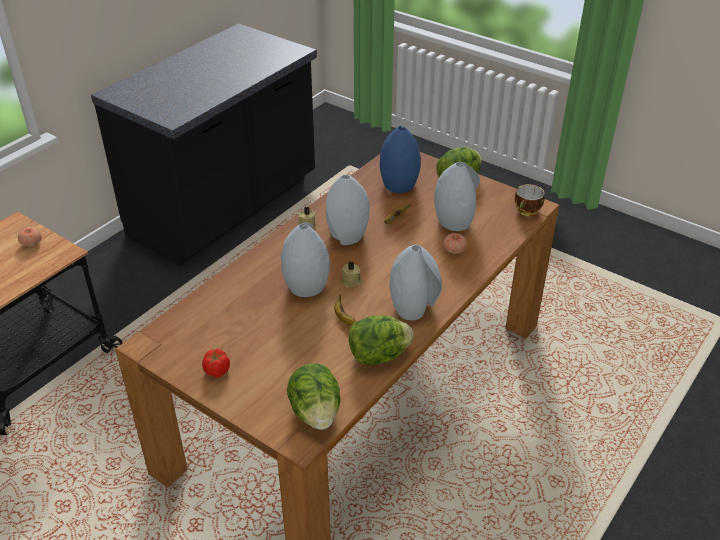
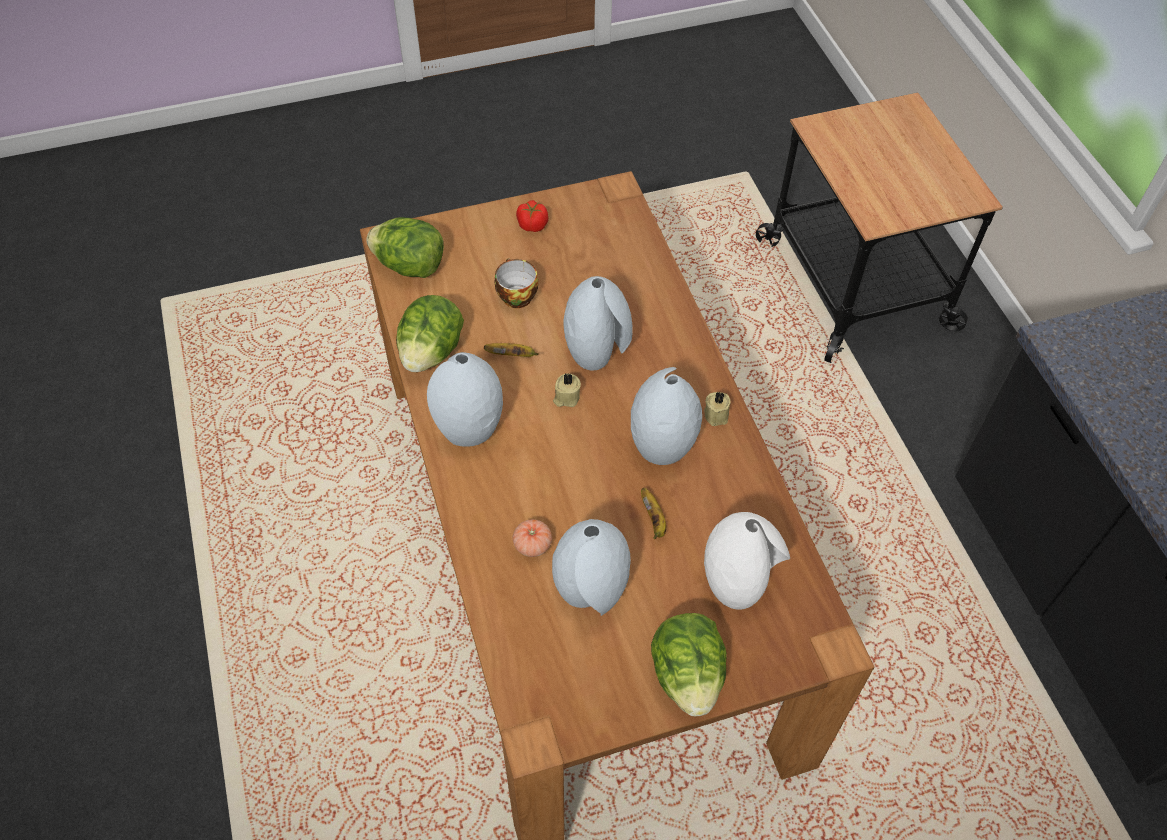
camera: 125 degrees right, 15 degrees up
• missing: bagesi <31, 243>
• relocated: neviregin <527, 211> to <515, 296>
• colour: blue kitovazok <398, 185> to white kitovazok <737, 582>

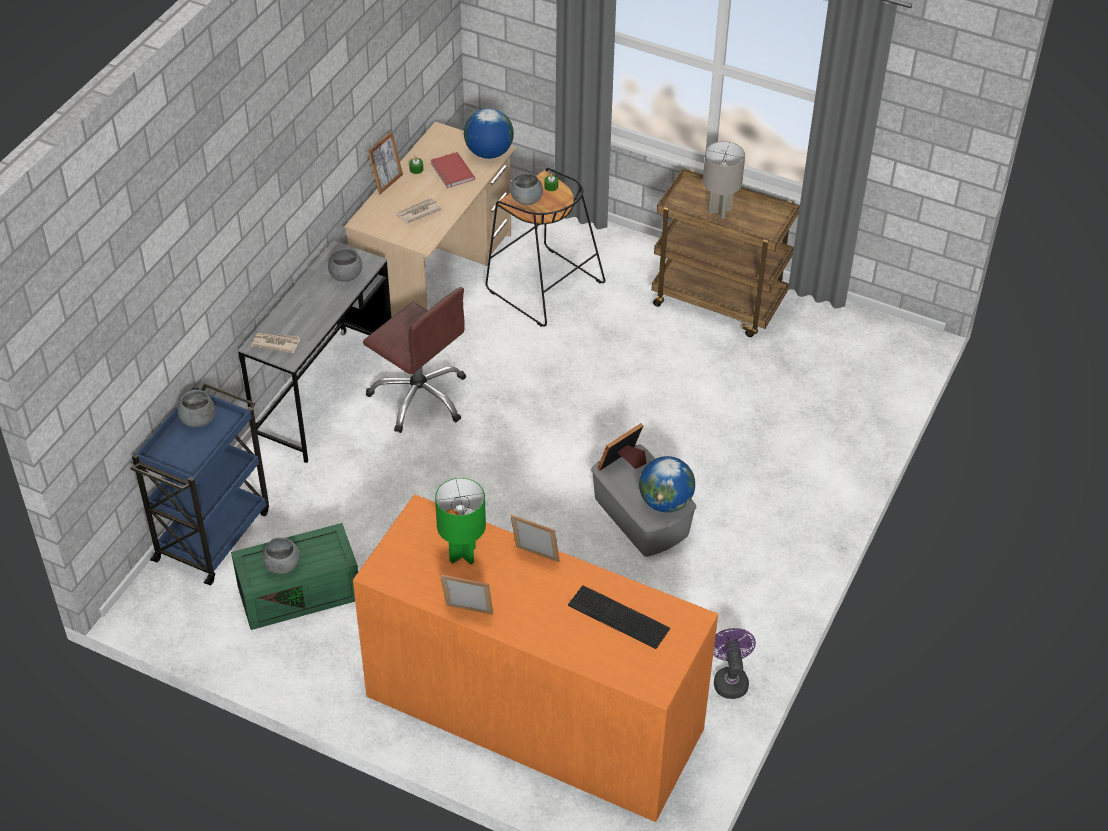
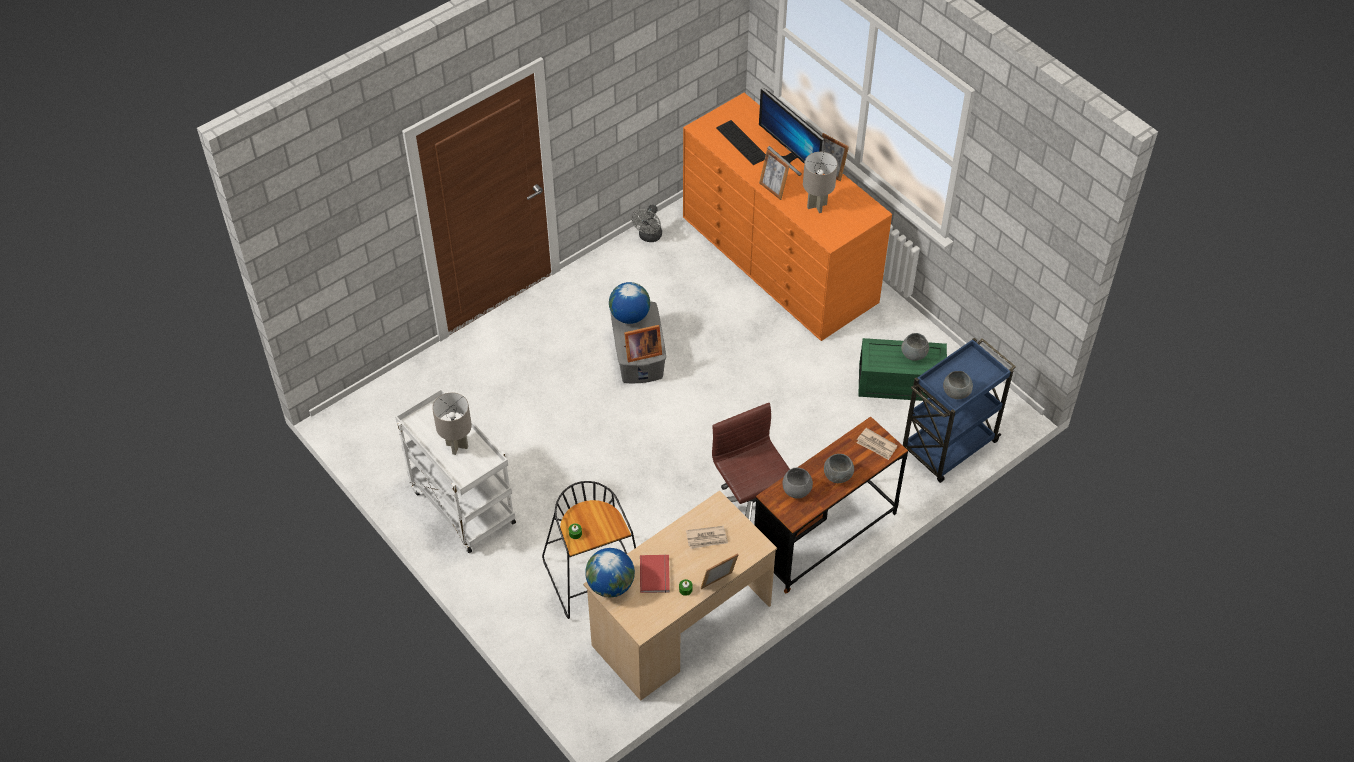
camera: 155 degrees left, 5 degrees up
• appeared: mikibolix <790, 157>
• relocated: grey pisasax <526, 199> to <837, 475>
• colour: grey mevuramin <325, 395> to brown mevuramin <824, 536>
• colour: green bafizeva <462, 554> to grey bafizeva <816, 206>
• colour: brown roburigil <719, 302> to white roburigil <461, 506>
• colour: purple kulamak <729, 679> to grey kulamak <649, 237>

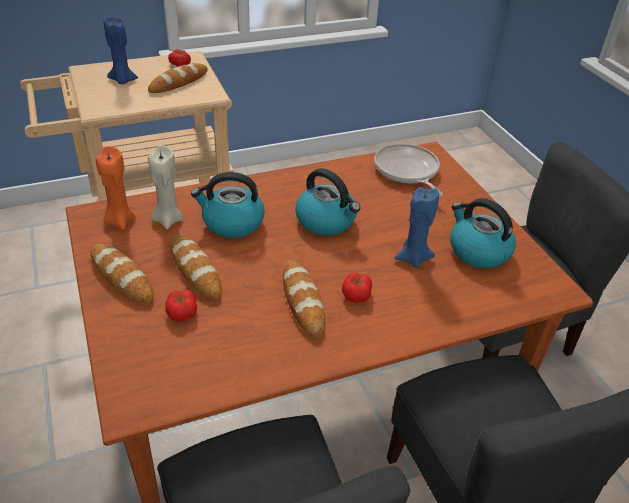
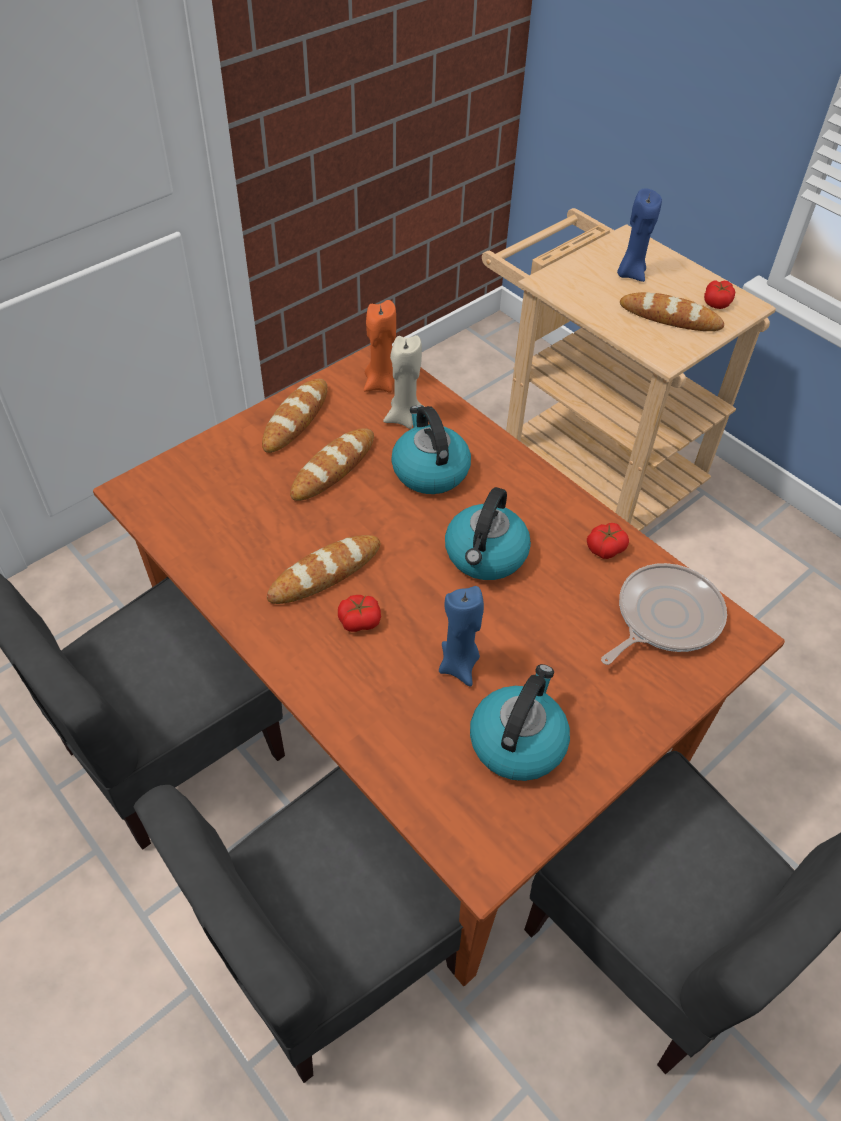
camera: 70 degrees right, 10 degrees up
• relocated: bagesi <182, 312> to <605, 548>

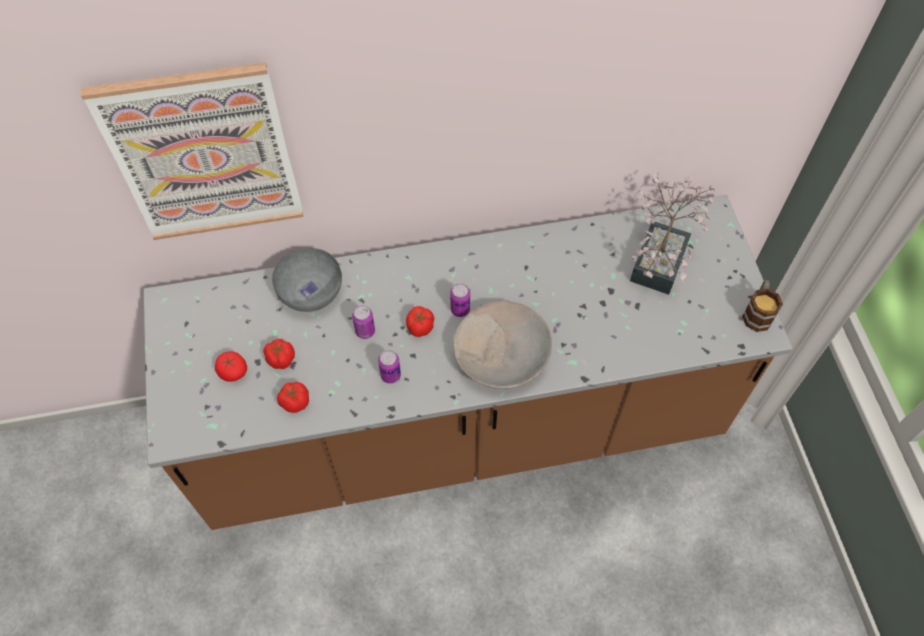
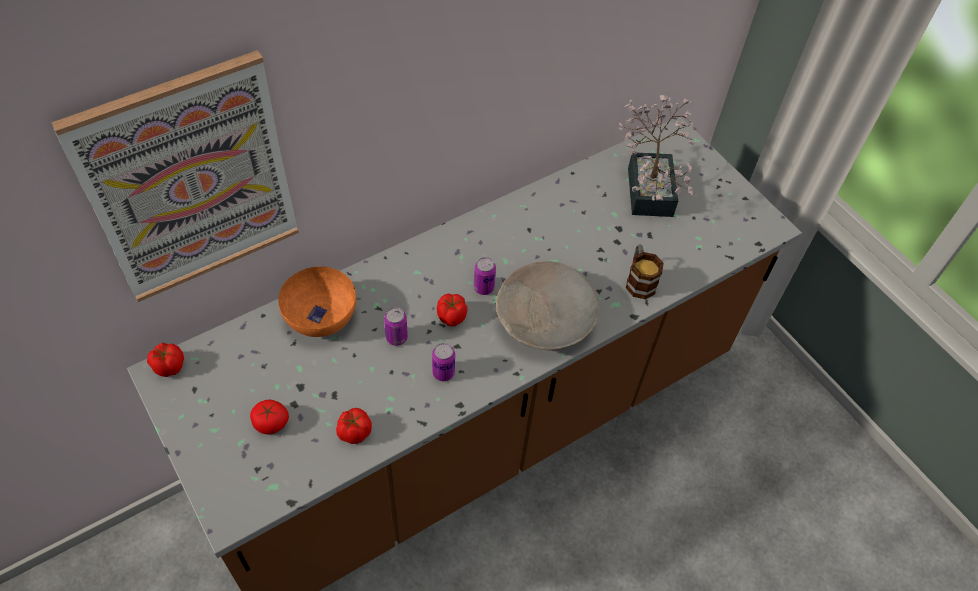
camera: 25 degrees left, 5 degrees down
• relocated: bagesi <280, 359> to <168, 366>
• relocated: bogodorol <757, 313> to <639, 280>
• colour: grey pisasax <310, 293> to orange pisasax <320, 317>

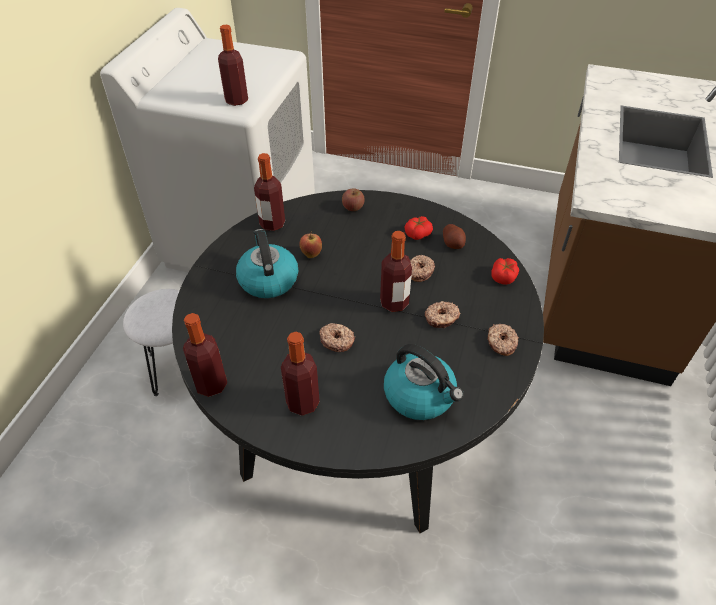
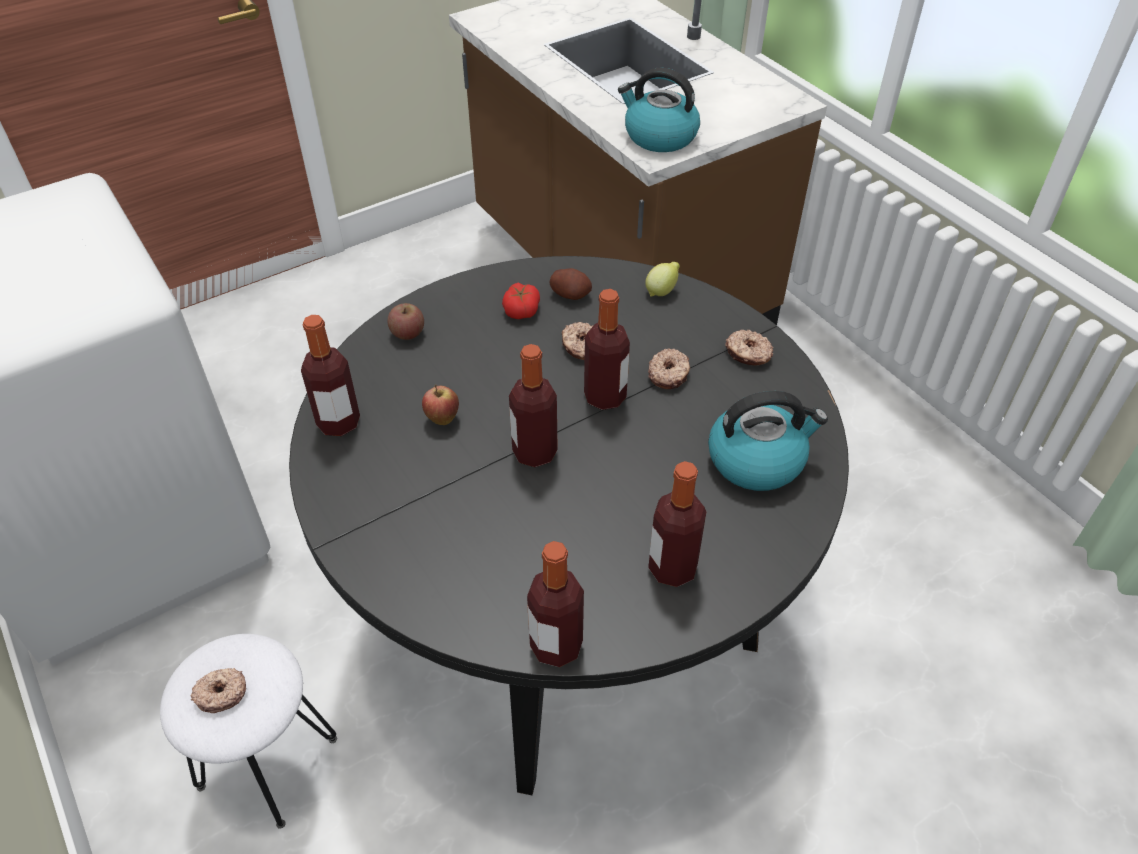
camera: 50 degrees left, 0 degrees up
• relocated: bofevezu <236, 100> to <534, 452>
• relocated: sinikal <268, 279> to <659, 136>
• relocated: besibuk <337, 340> to <221, 693>
• exchanged: bagesi <503, 277> to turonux <662, 291>

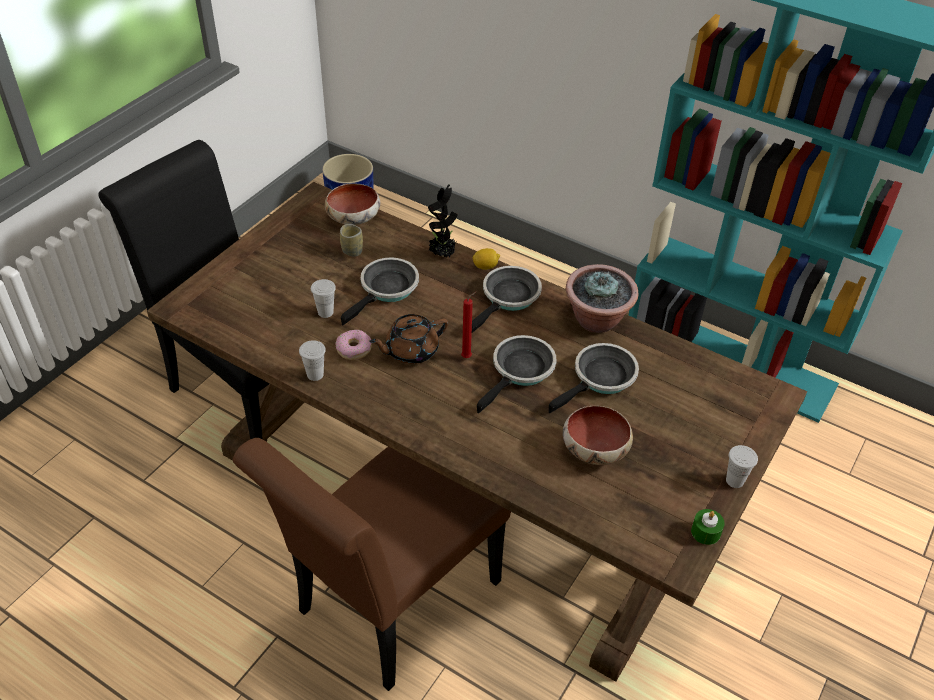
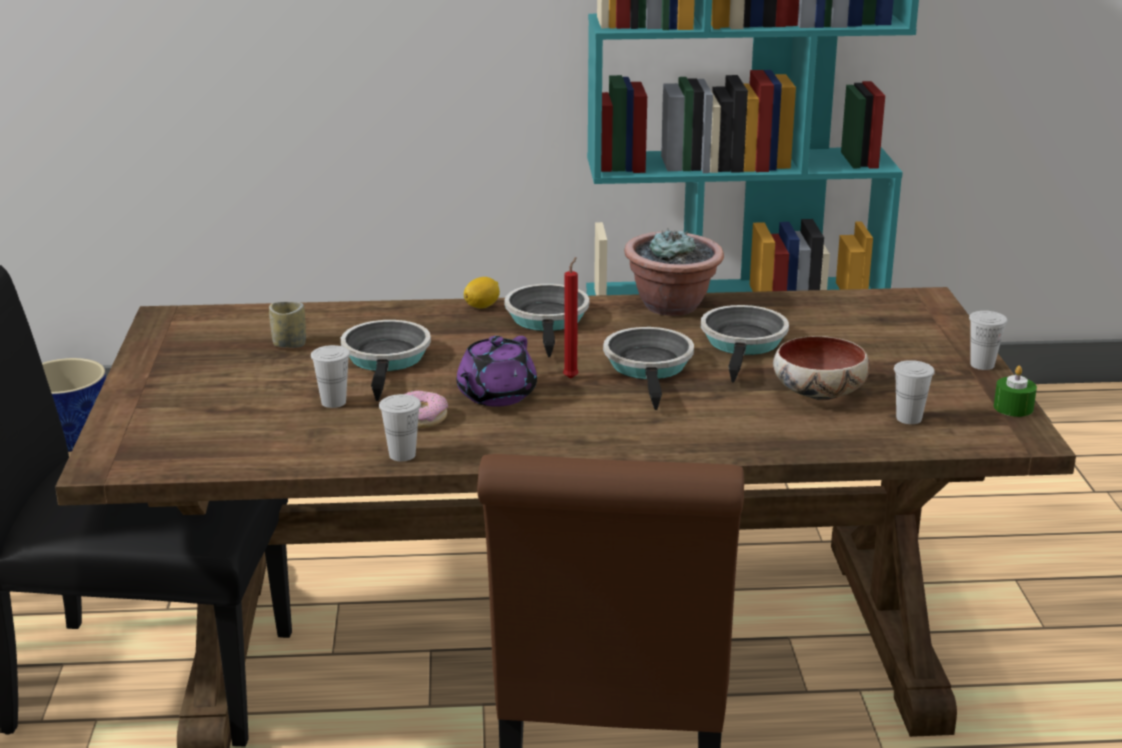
camera: 35 degrees left, 20 degrees down
• missing: pisasax <354, 218>
• missing: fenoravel <443, 254>
• appeared: white neviregin <908, 418>
• colour: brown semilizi <410, 351> to purple semilizi <495, 396>

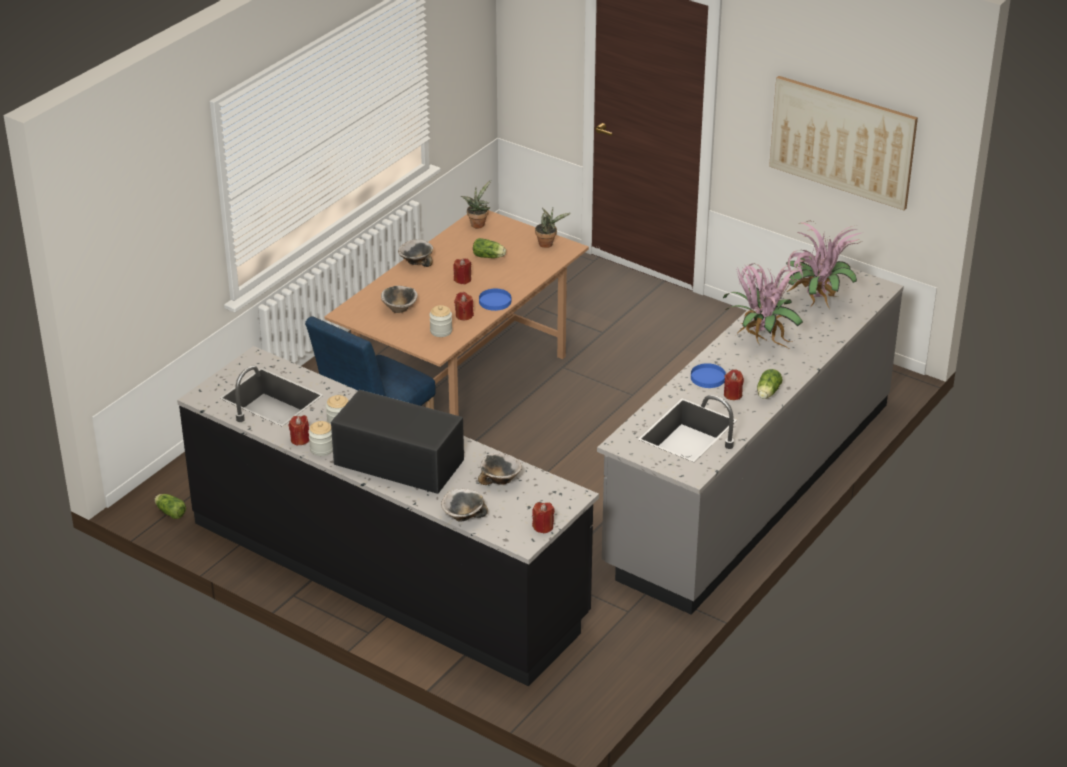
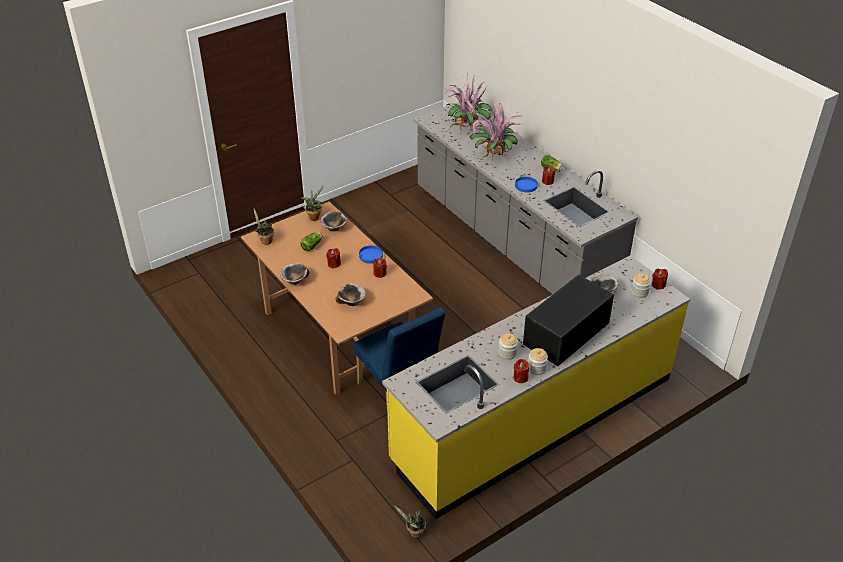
camera: 70 degrees left, 5 degrees up
• missing: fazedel <842, 141>
• relocated: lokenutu <441, 331> to <639, 292>
• relocated: pisasax <463, 516> to <334, 228>
• exchanged: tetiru <170, 512> to fenoravel <414, 533>
• colour: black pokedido <388, 570> to yellow pokedido <533, 419>

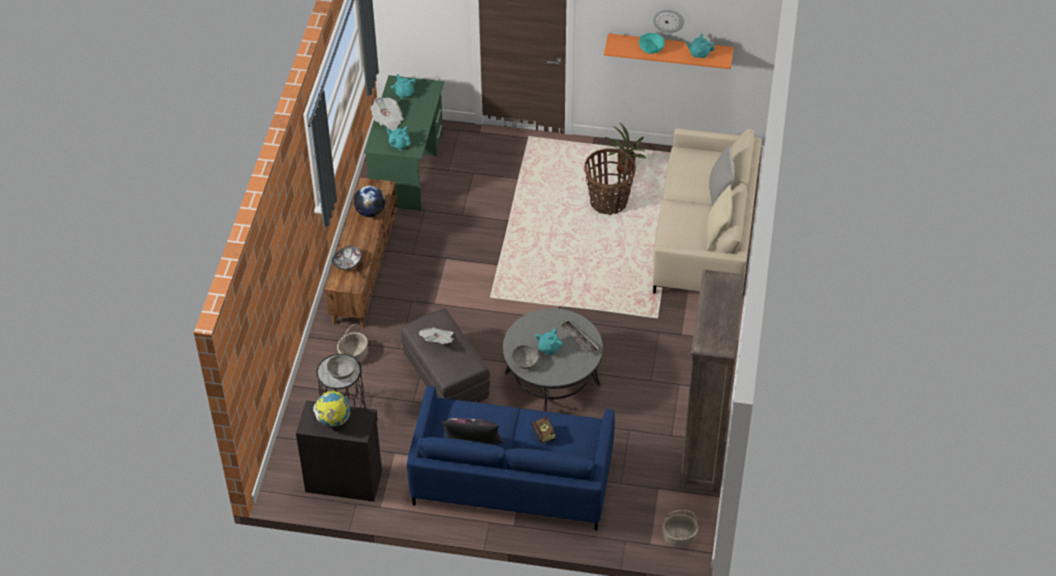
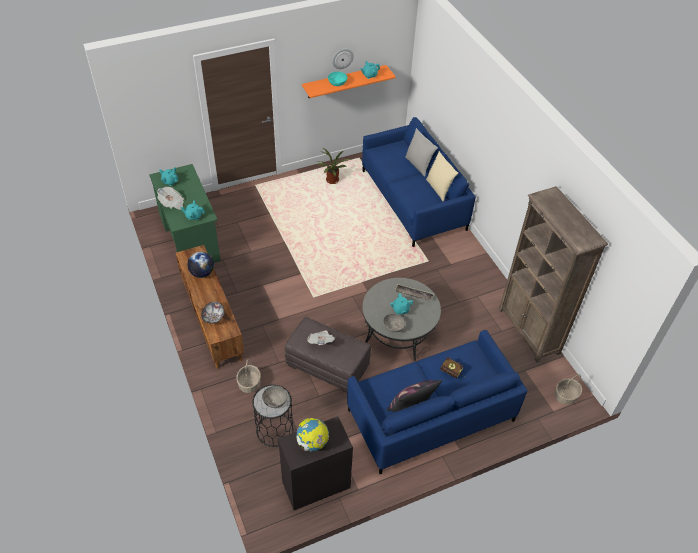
camera: 35 degrees left, 0 degrees up
• missing: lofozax <608, 201>
• colour: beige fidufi <704, 237> to blue fidufi <412, 200>

